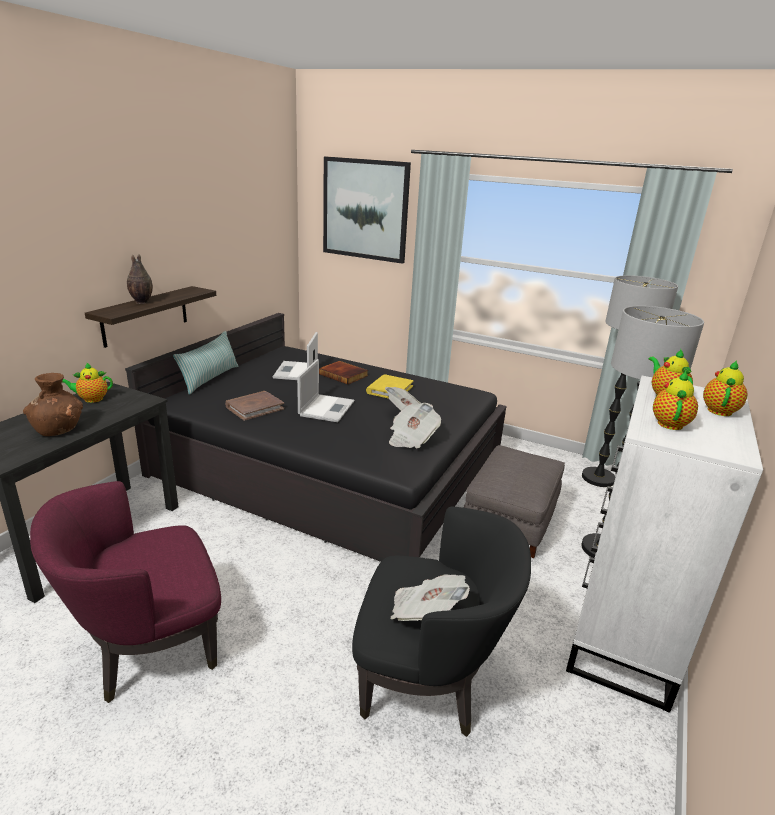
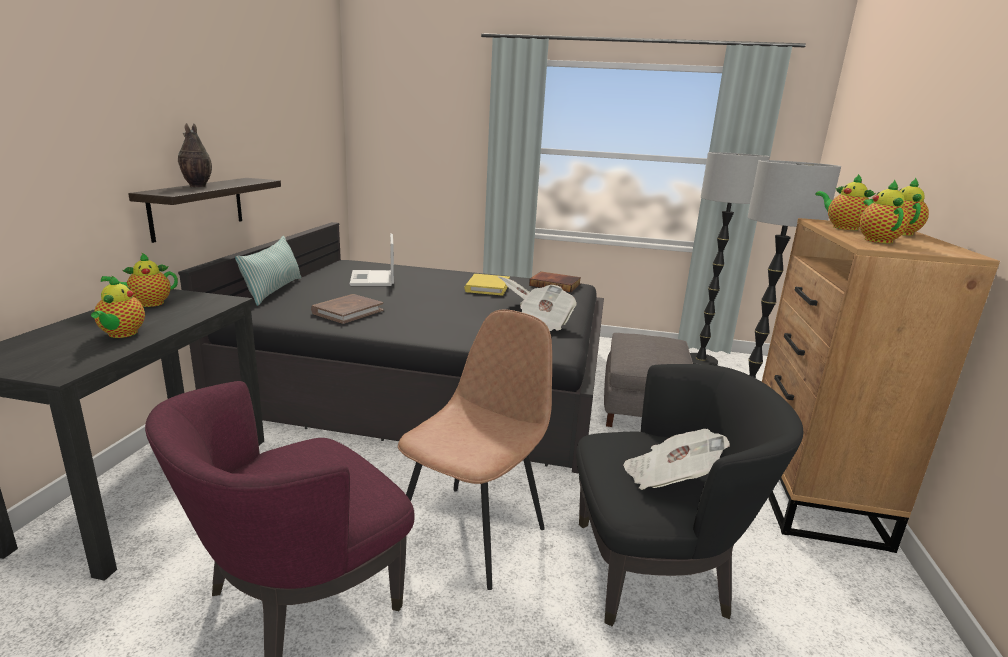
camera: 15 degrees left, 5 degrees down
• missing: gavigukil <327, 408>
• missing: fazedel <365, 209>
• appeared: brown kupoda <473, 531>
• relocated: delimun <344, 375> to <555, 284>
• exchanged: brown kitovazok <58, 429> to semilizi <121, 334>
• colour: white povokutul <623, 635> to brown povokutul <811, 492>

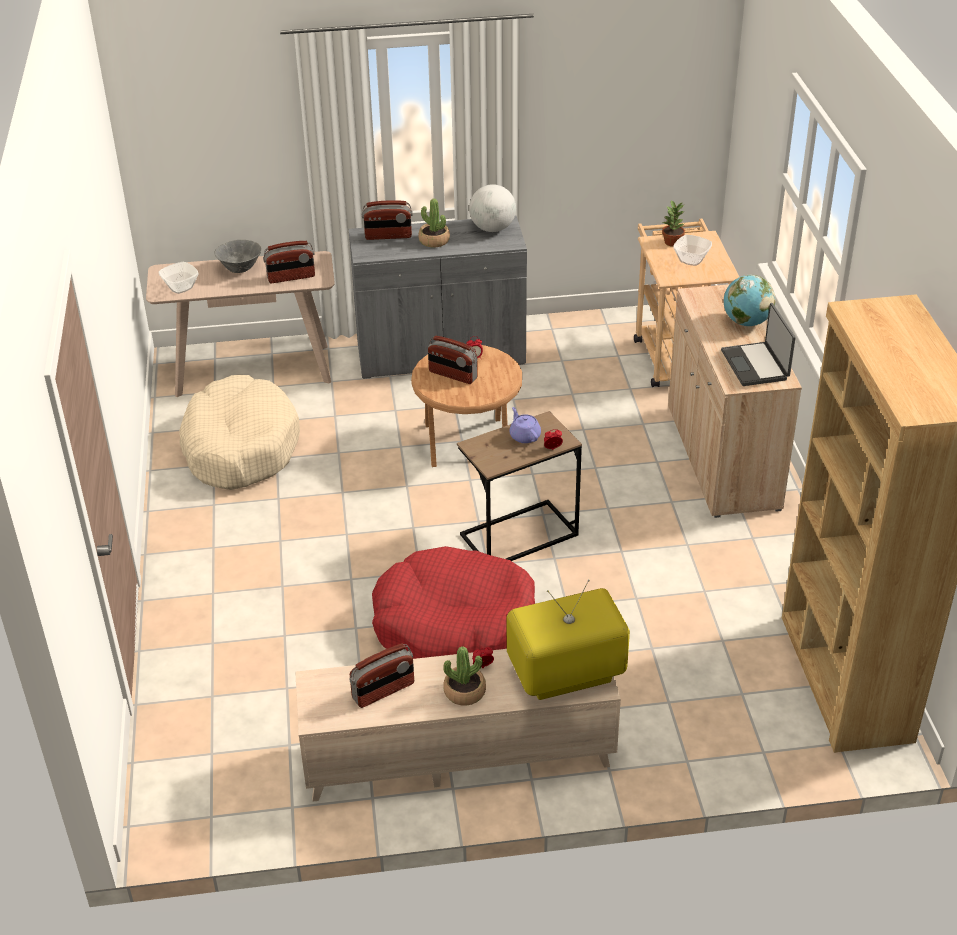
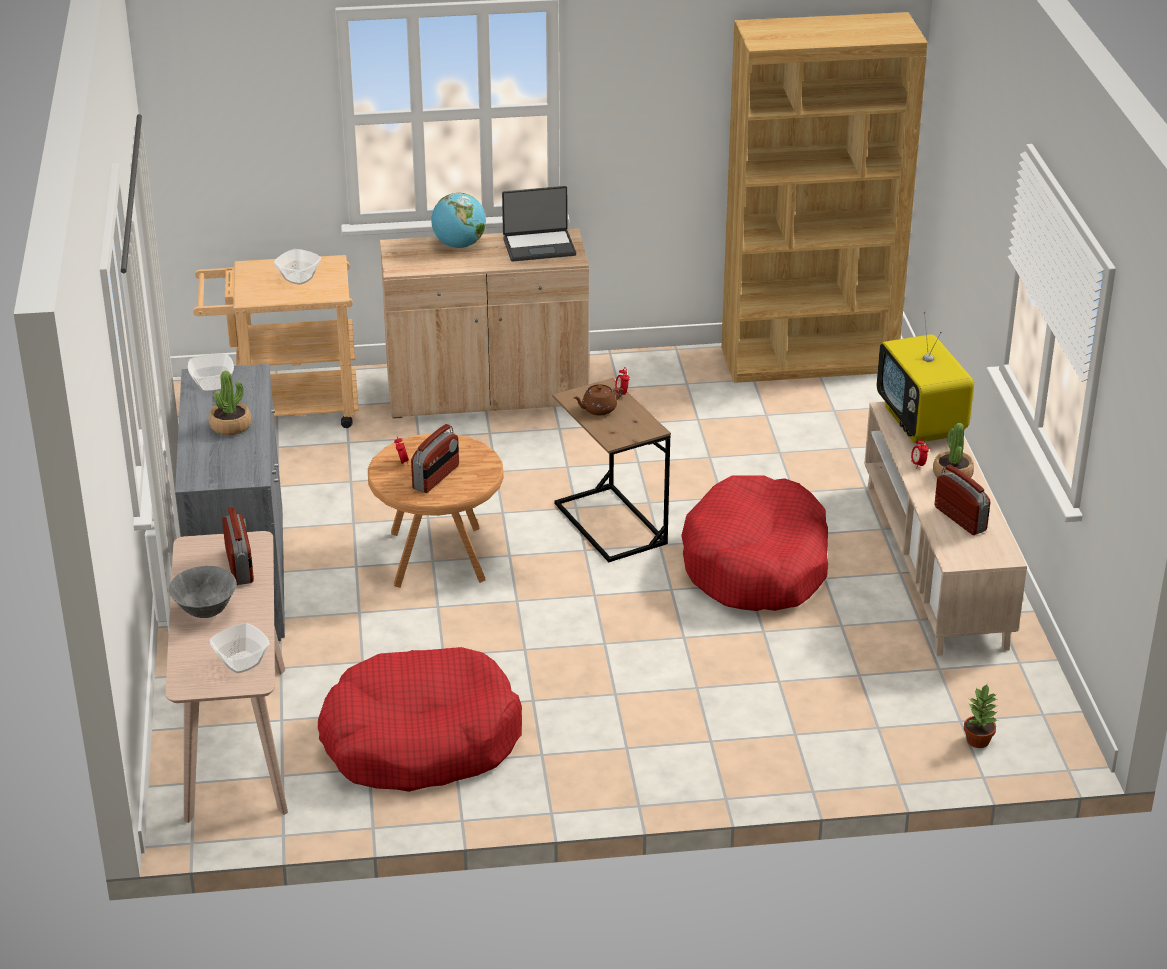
camera: 90 degrees left, 5 degrees down
• missing: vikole <388, 236>
• relocated: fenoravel <672, 242> to <978, 740>
• exchanged: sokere <492, 228> to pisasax <212, 385>
• colour: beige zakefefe <240, 447> to red zakefefe <420, 740>
• colour: purple semilizi <524, 436> to brown semilizi <598, 409>

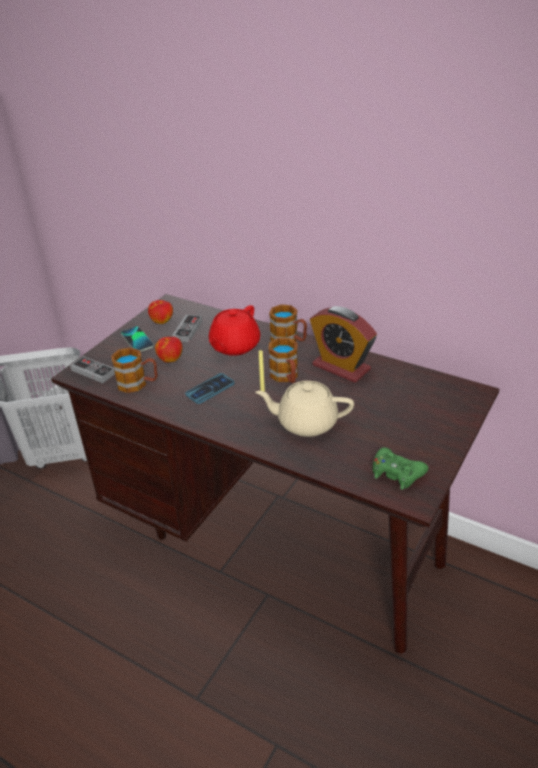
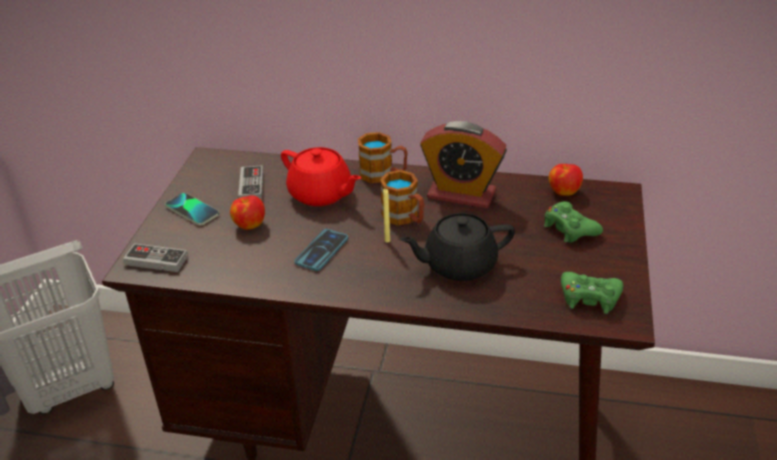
camera: 20 degrees left, 0 degrees up
• missing: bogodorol <138, 384>
• appeared: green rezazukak <569, 228>
• relocated: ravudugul <162, 321> to <564, 191>
• colour: beige semilizi <306, 422> to black semilizi <458, 265>
• spun: red semilizi <234, 346> = <321, 194> 60 degrees counterclockwise

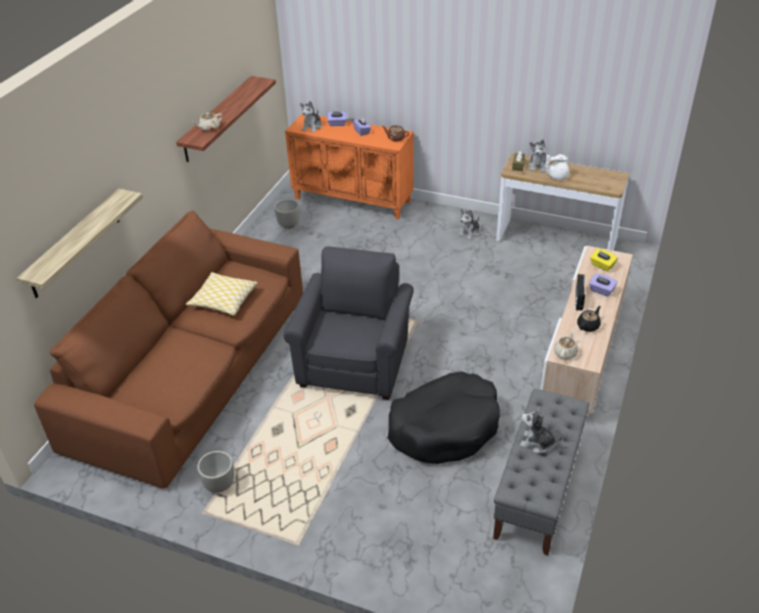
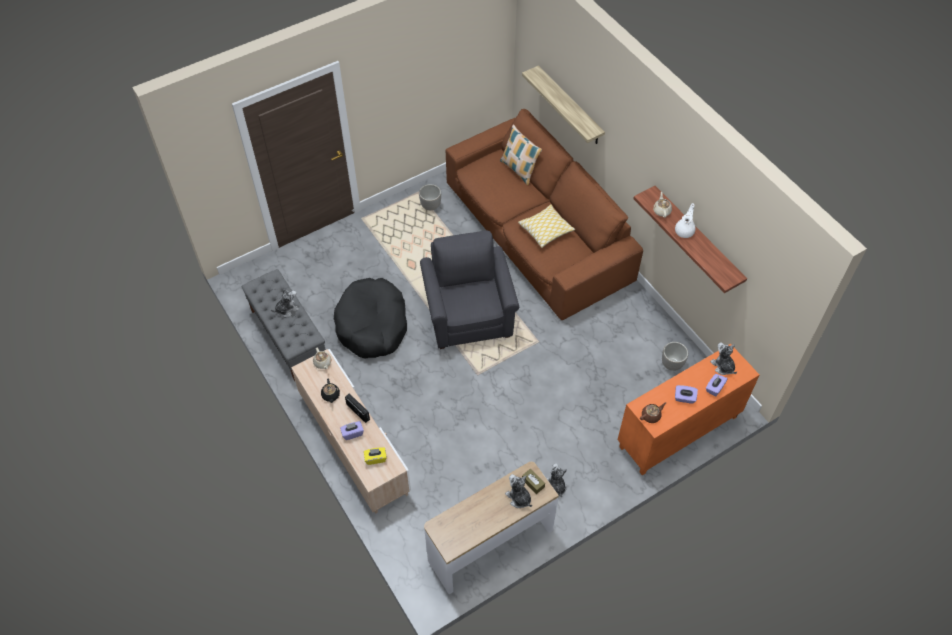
camera: 125 degrees right, 15 degrees up
• appeared: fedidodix <519, 170>
• relocated: white semilizi <556, 176> to <685, 231>
• spun: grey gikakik <355, 362> = <468, 314> 150 degrees counterclockwise

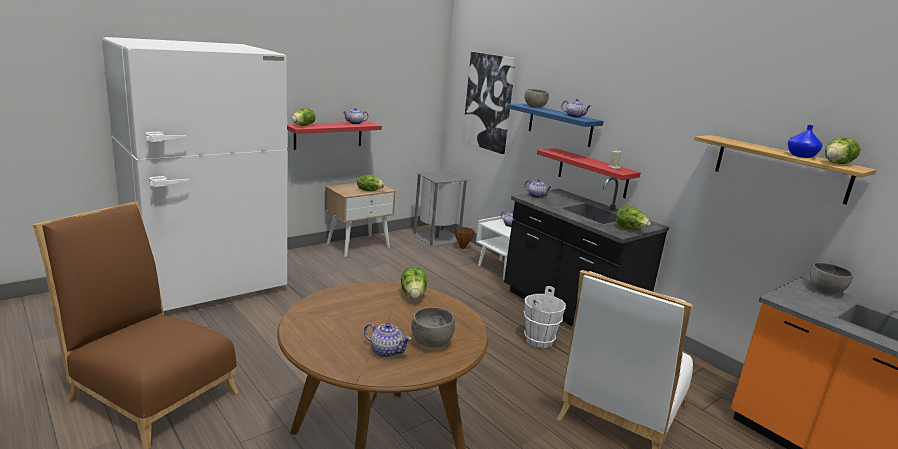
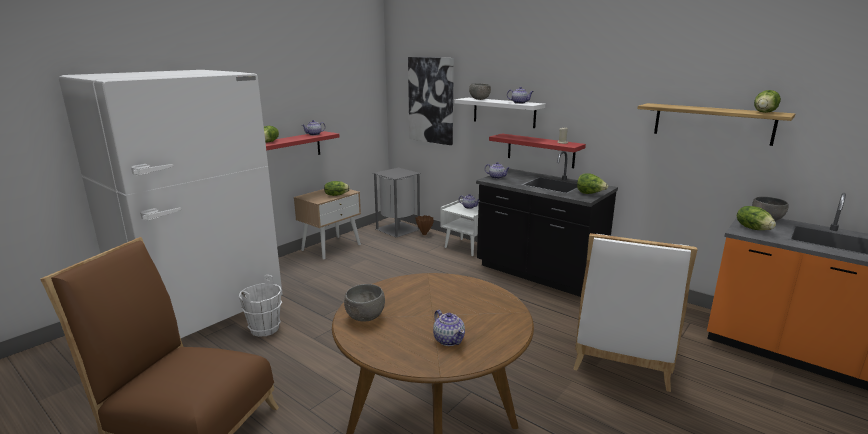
camera: 10 degrees left, 0 degrees up
• missing: blue kitovazok <800, 156>
• relocated: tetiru <413, 295> to <753, 228>
• relocated: grey pisasax <430, 343> to <364, 317>
• relocated: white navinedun <539, 340> to <265, 329>
• colour: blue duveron <560, 125> to white duveron <504, 112>
• spun: semilizi <386, 351> = <449, 340> 45 degrees clockwise

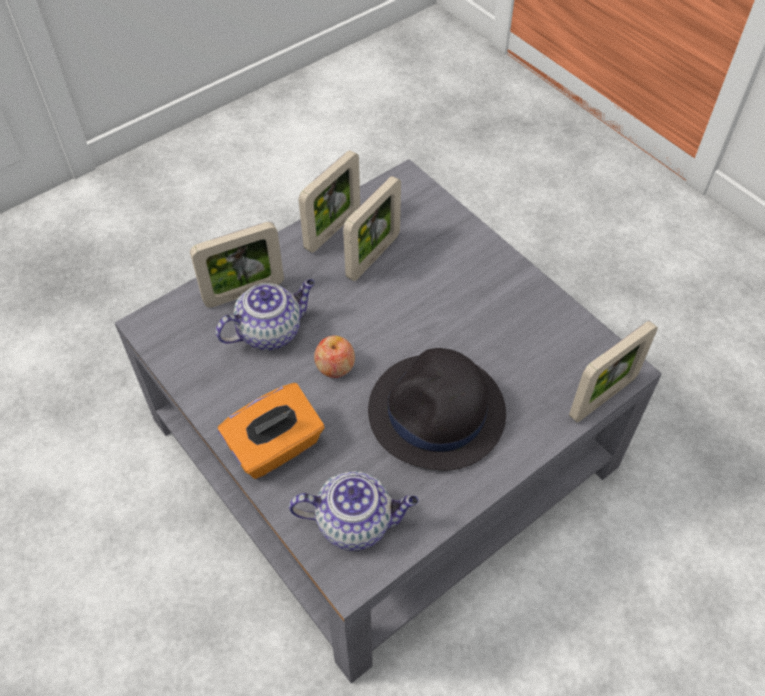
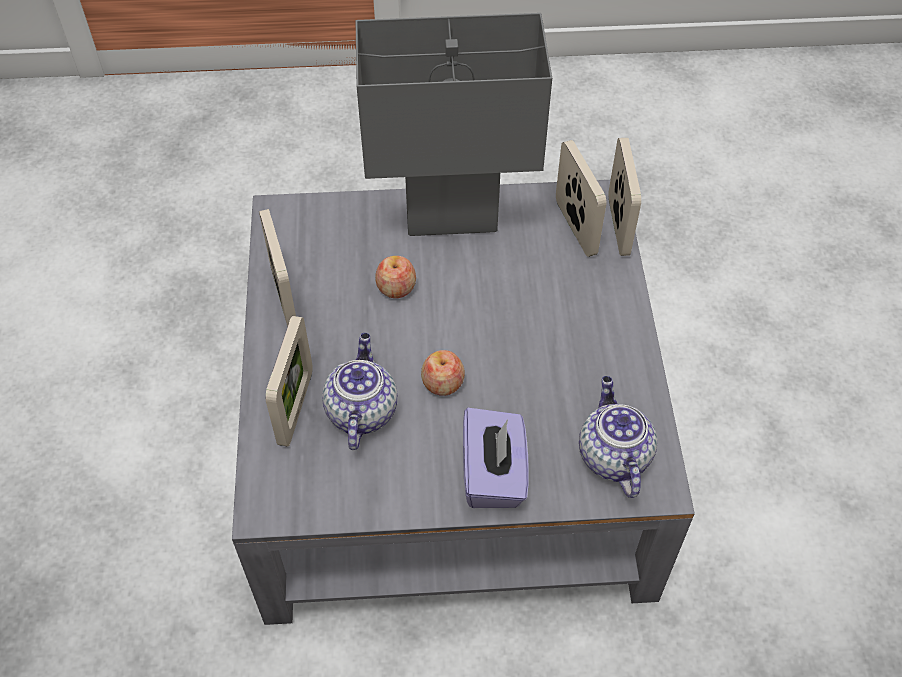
camera: 55 degrees left, 0 degrees up
• missing: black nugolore <437, 413>
• appeared: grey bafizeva <451, 217>
• appeared: ravudugul <396, 287>
• relocated: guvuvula <373, 257> to <575, 228>
• colour: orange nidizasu <275, 447> to purple nidizasu <494, 474>
• spun: semilizi <356, 522> = <612, 455> 45 degrees counterclockwise

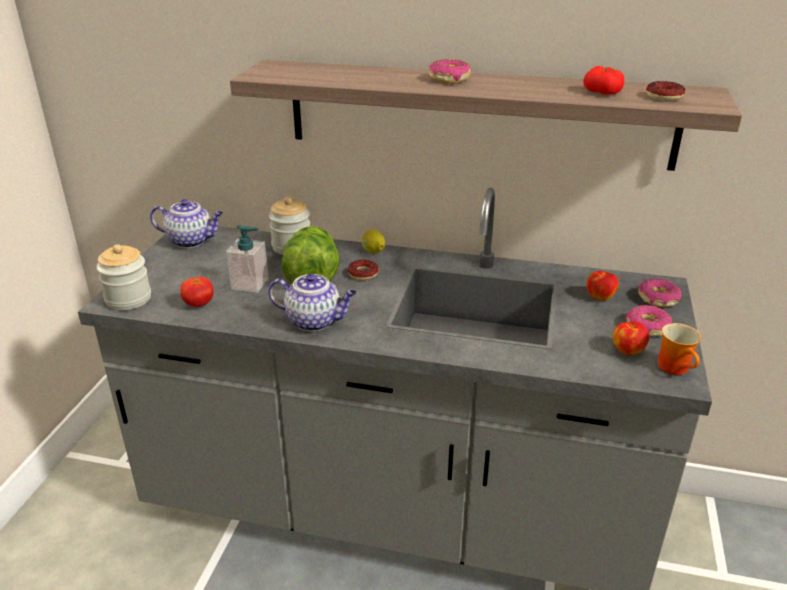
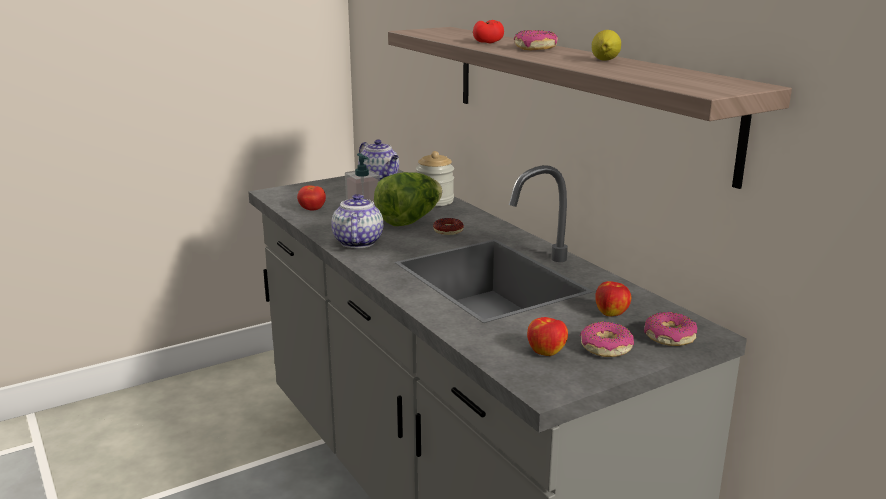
camera: 45 degrees right, 10 degrees down
• missing: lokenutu <128, 299>
• missing: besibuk <664, 96>
• missing: bogodorol <677, 368>
• relocated: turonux <373, 252> to <604, 60>
• relocated: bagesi <602, 92> to <488, 42>
• spun: semilizi <315, 321> = <357, 242> 150 degrees counterclockwise

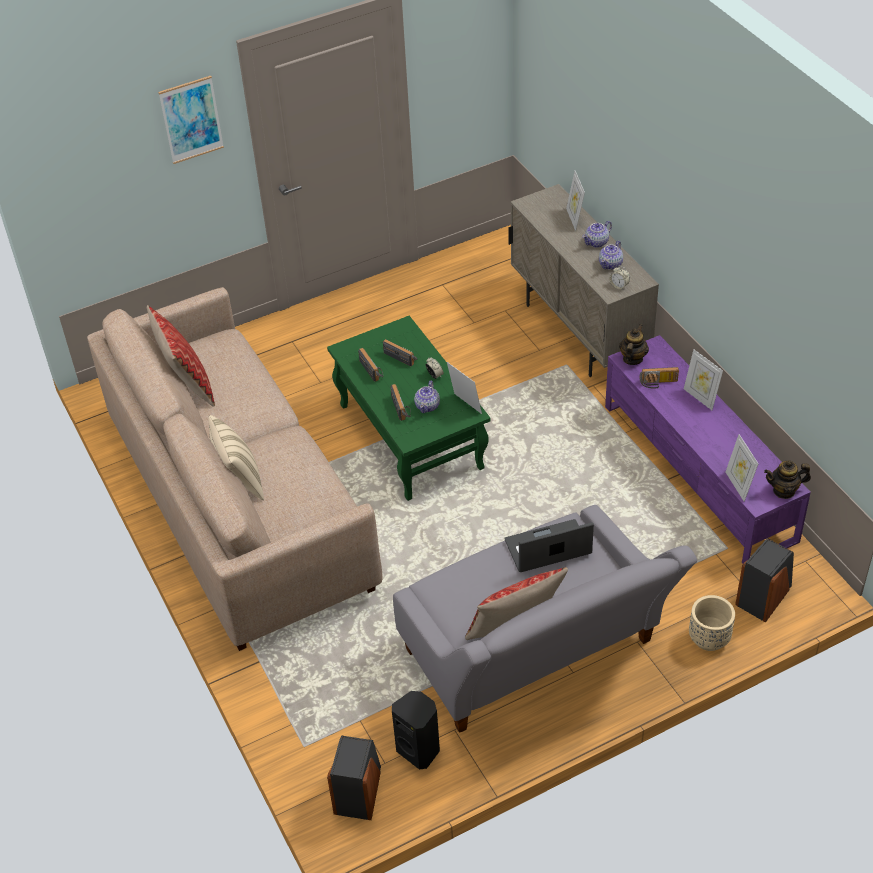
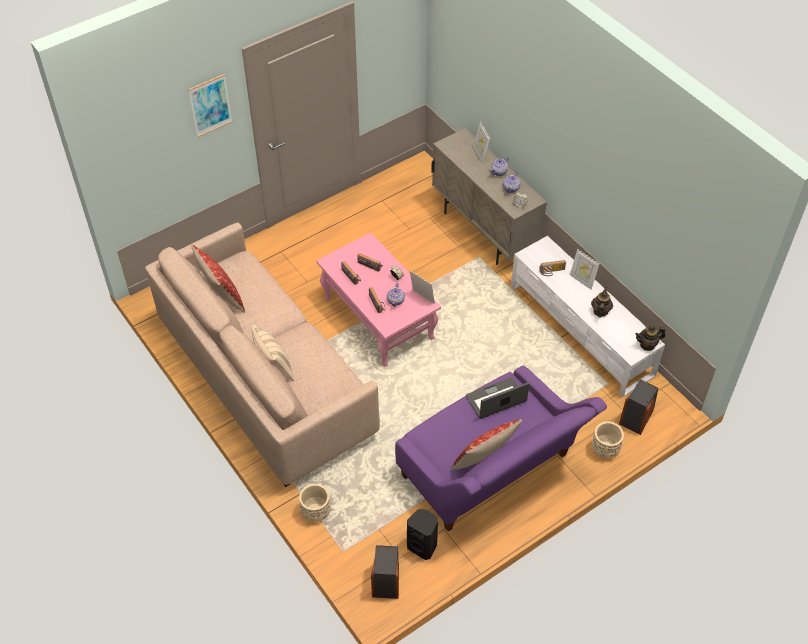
camera: 10 degrees left, 5 degrees up
• missing: guvuvula <738, 485>
• appeared: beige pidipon <316, 512>
• relocated: semilizi <632, 359> to <600, 311>
• colour: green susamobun <410, 436> to pink susamobun <378, 318>
• colour: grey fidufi <536, 657> to purple fidufi <491, 473>
• colour: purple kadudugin <698, 472> to white kadudugin <581, 330>

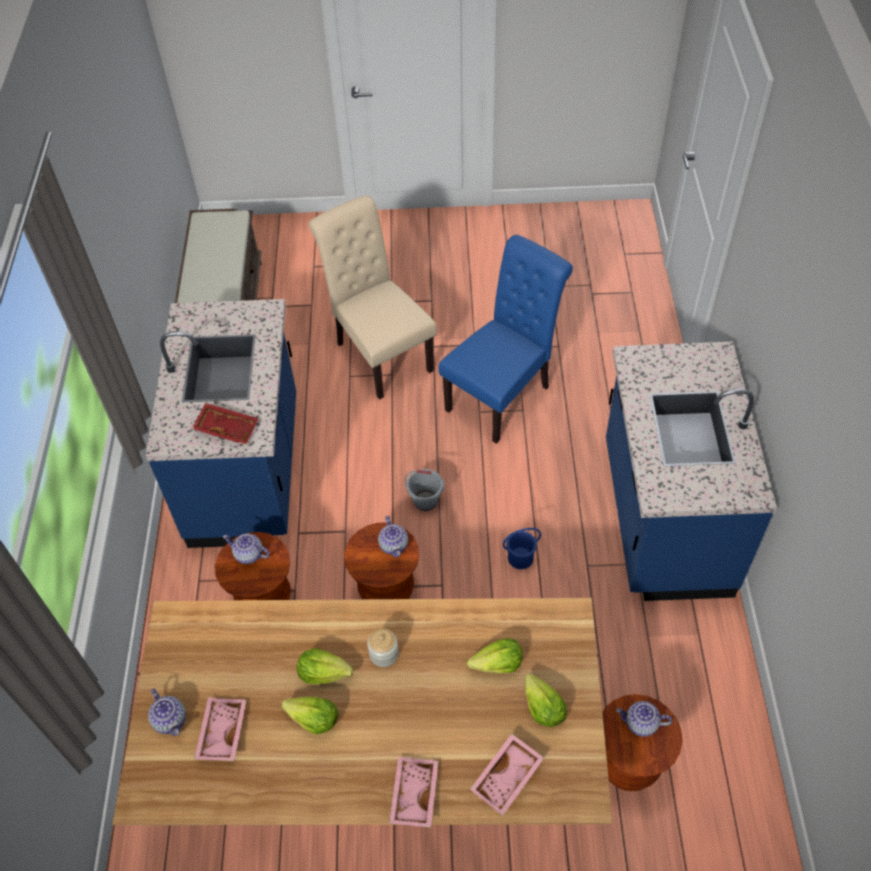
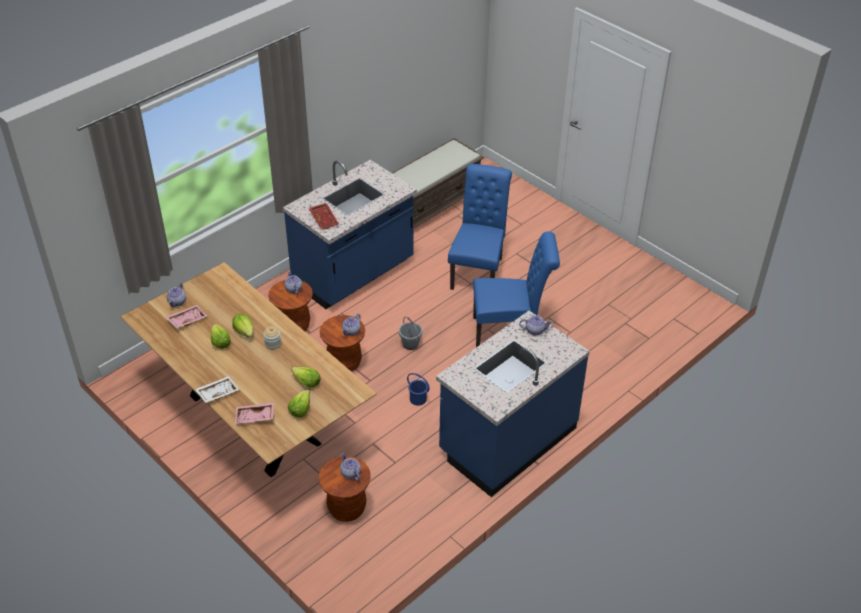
camera: 45 degrees right, 10 degrees down
• appeared: semilizi <535, 330>
• colour: beige kupoda <380, 353> to blue kupoda <478, 271>
• colour: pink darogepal <413, 794> to white darogepal <217, 392>

